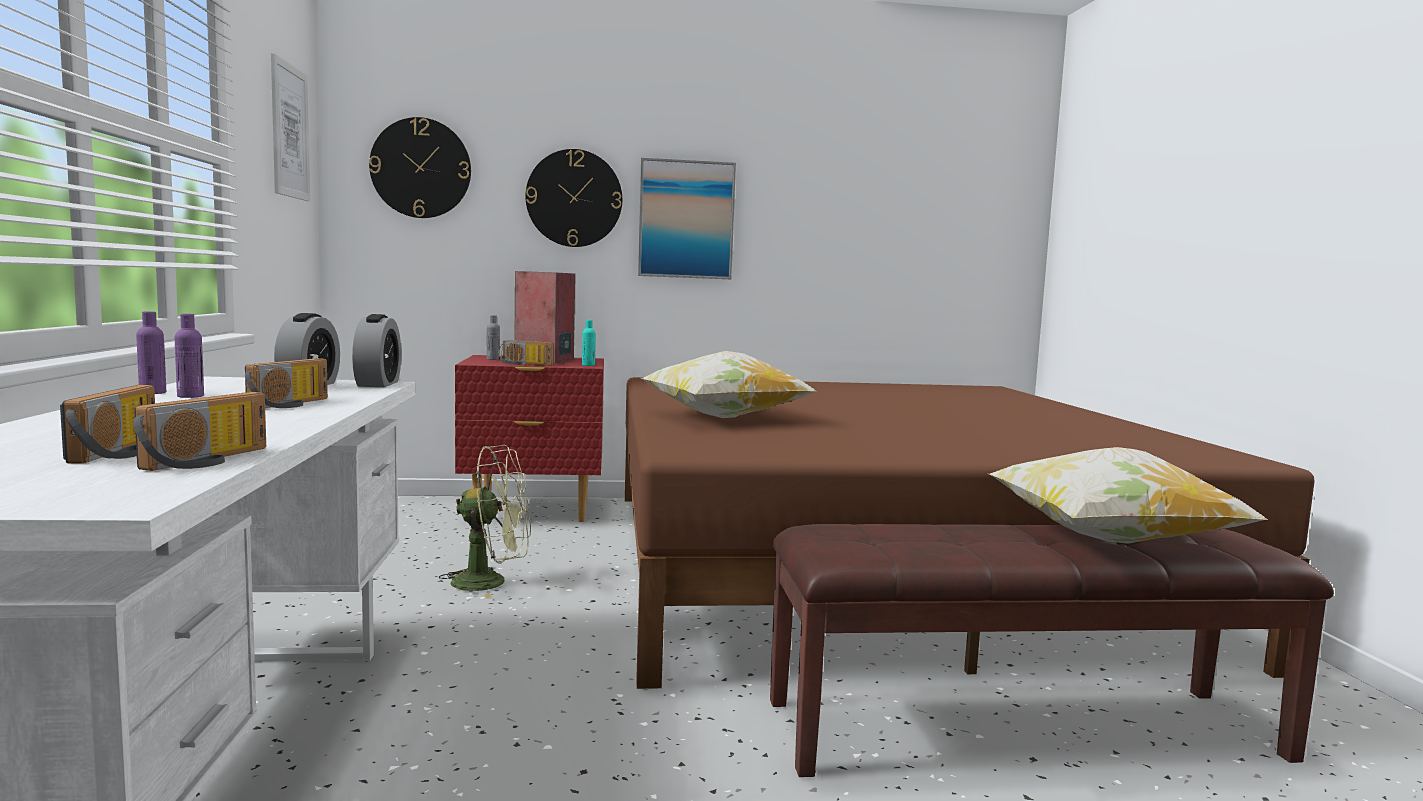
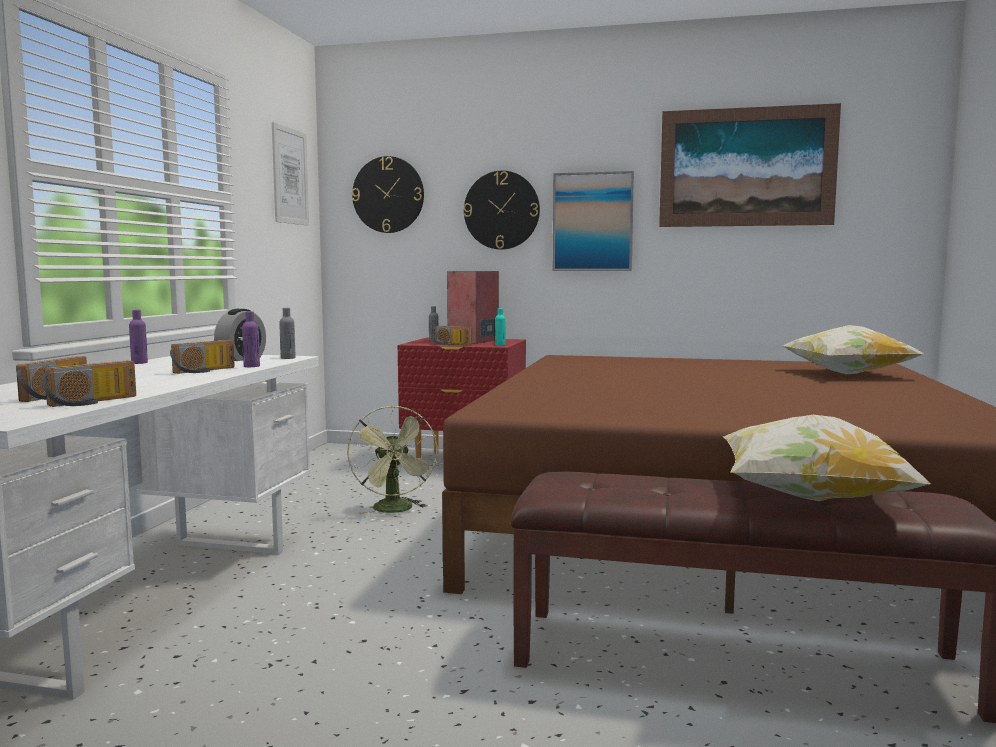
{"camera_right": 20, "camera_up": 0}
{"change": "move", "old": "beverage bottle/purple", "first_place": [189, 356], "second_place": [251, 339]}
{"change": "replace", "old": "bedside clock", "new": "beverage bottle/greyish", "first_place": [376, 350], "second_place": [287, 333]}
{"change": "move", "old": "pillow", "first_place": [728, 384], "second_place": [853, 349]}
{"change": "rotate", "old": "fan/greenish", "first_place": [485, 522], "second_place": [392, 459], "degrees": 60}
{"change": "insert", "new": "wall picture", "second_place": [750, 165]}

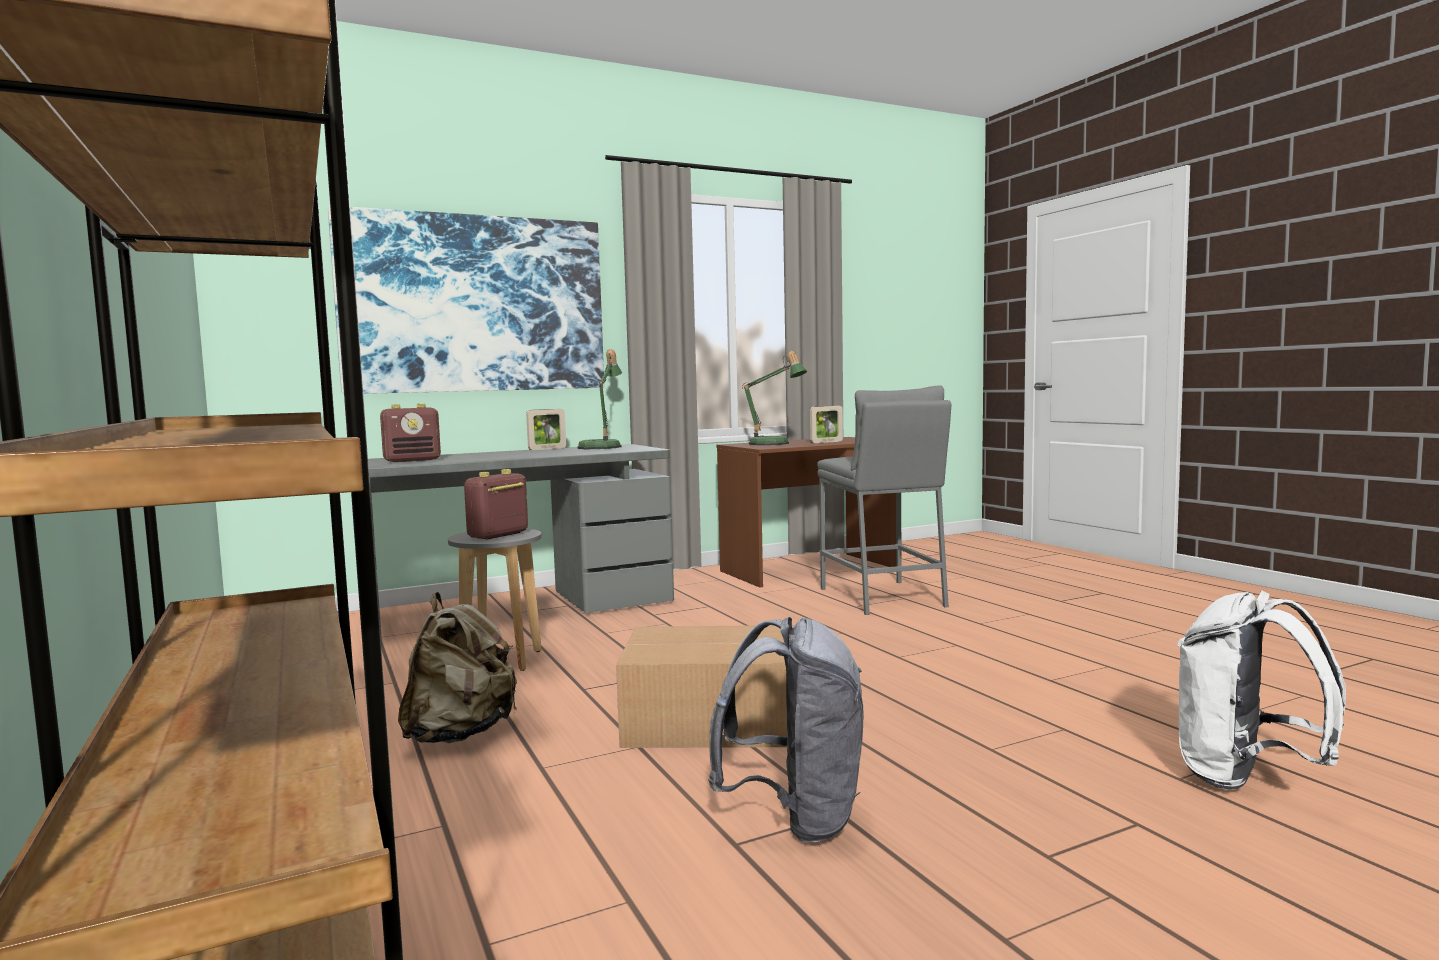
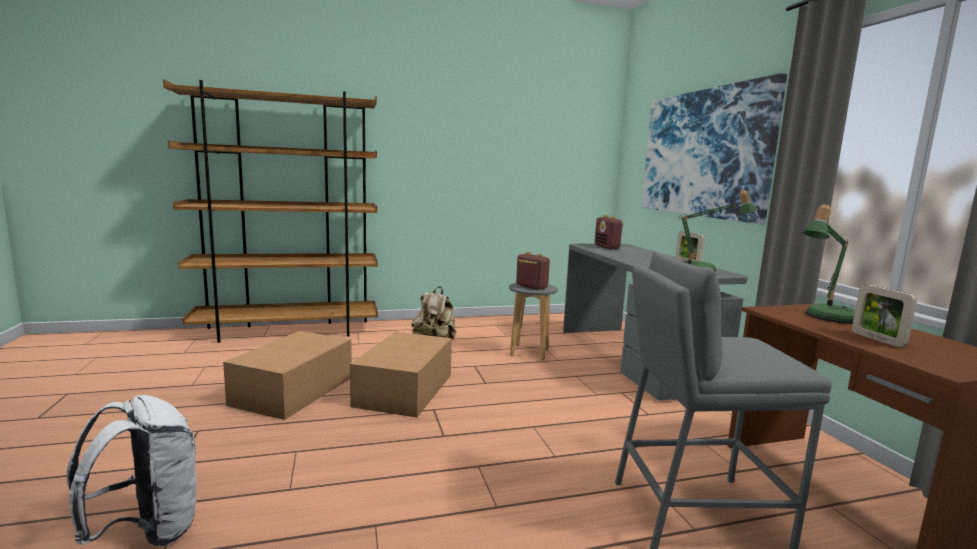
{"camera_right": 100, "camera_up": 5}
{"change": "replace", "old": "backpack/greyish", "new": "cardboard box", "first_place": [785, 729], "second_place": [287, 375]}

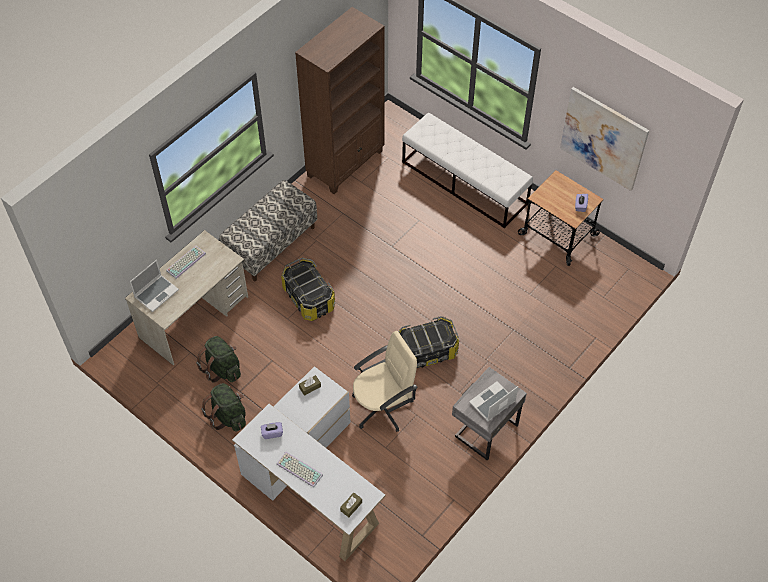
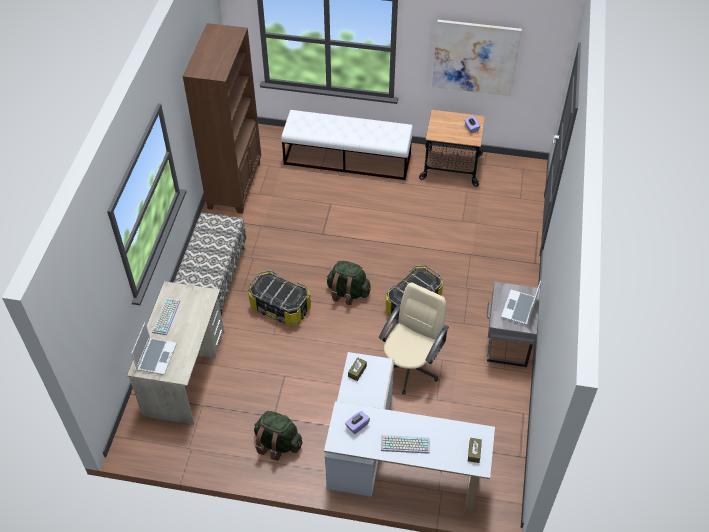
{"camera_right": -30, "camera_up": -5}
{"change": "move", "old": "backpack/greenish", "first_place": [218, 359], "second_place": [349, 283]}

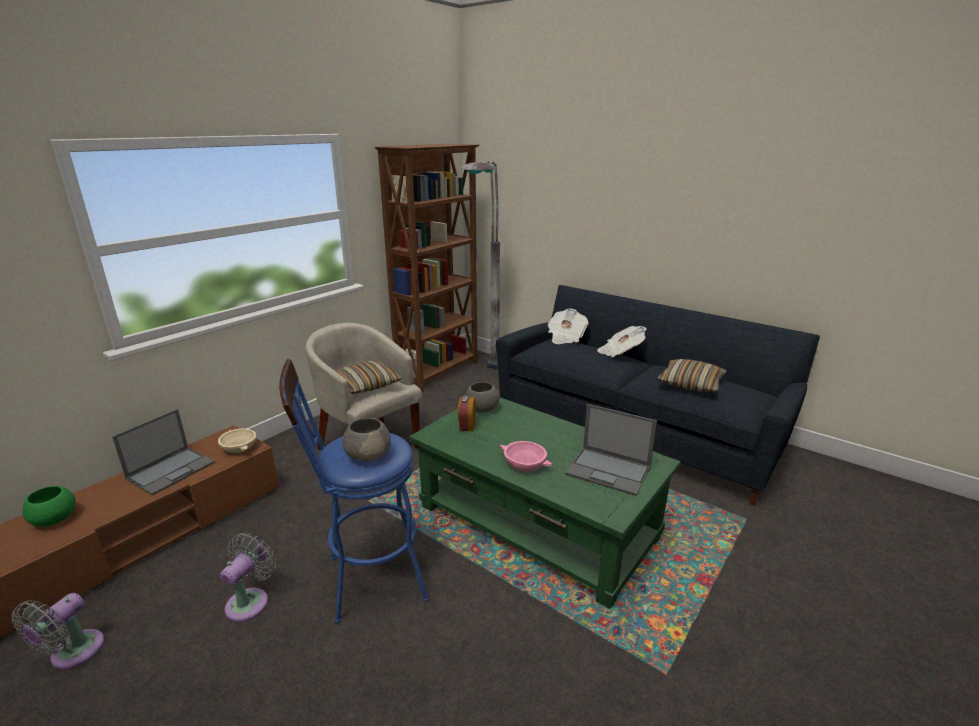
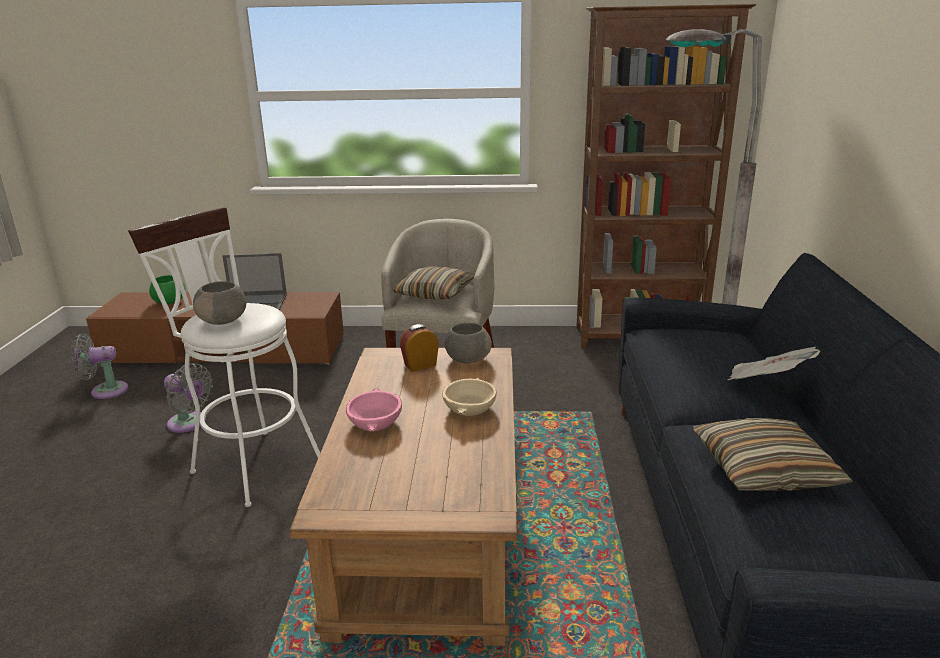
{"camera_right": 55, "camera_up": 0}
{"change": "delete", "old": "printed paper", "first_place": [568, 326]}
{"change": "recolor", "old": "sitting stool/bluish", "new": "sitting stool/white", "first_place": [354, 491], "second_place": [224, 357]}
{"change": "recolor", "old": "lounge table/greenish", "new": "lounge table/brown", "first_place": [545, 503], "second_place": [403, 497]}
{"change": "delete", "old": "notebook computer", "first_place": [611, 450]}
{"change": "move", "old": "bowl/sand-coloured", "first_place": [237, 440], "second_place": [469, 397]}
{"change": "rotate", "old": "fan/greyish", "first_place": [248, 577], "second_place": [188, 398], "degrees": 45}

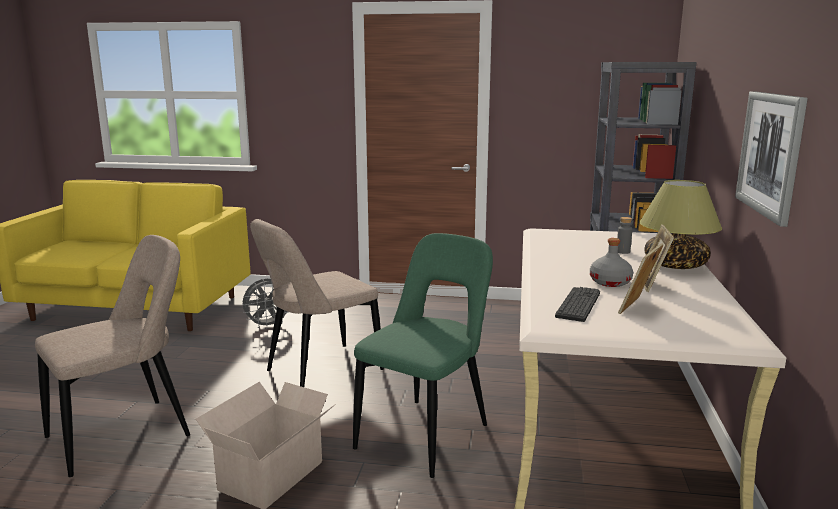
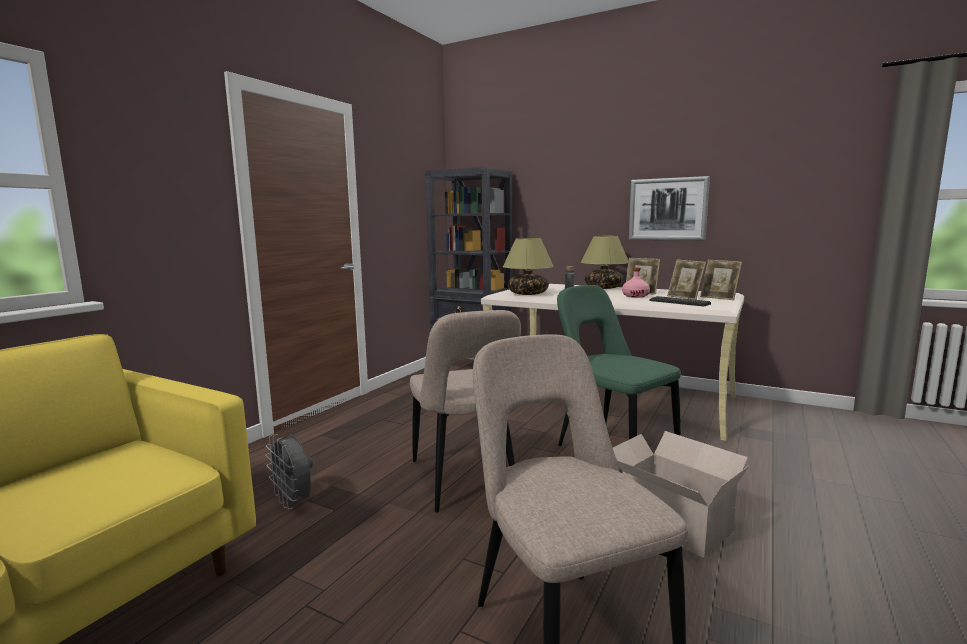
{"camera_right": -70, "camera_up": -5}
{"change": "recolor", "old": "beverage bottle/greyish", "new": "beverage bottle/pink-coloured", "first_place": [611, 262], "second_place": [636, 282]}
{"change": "rotate", "old": "fan/greyish", "first_place": [265, 303], "second_place": [289, 471], "degrees": 150}
{"change": "insert", "new": "tabletop lamp", "second_place": [528, 266]}
{"change": "insert", "new": "picture frame", "second_place": [721, 280]}

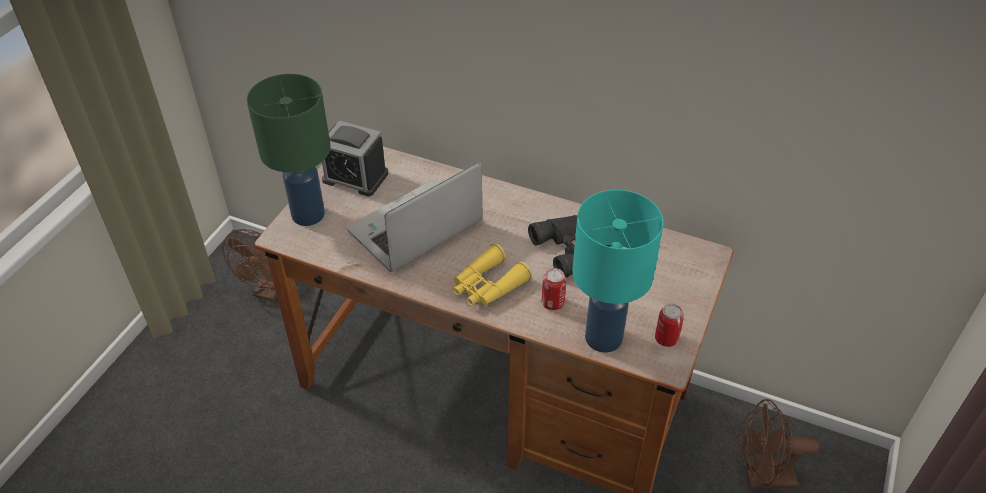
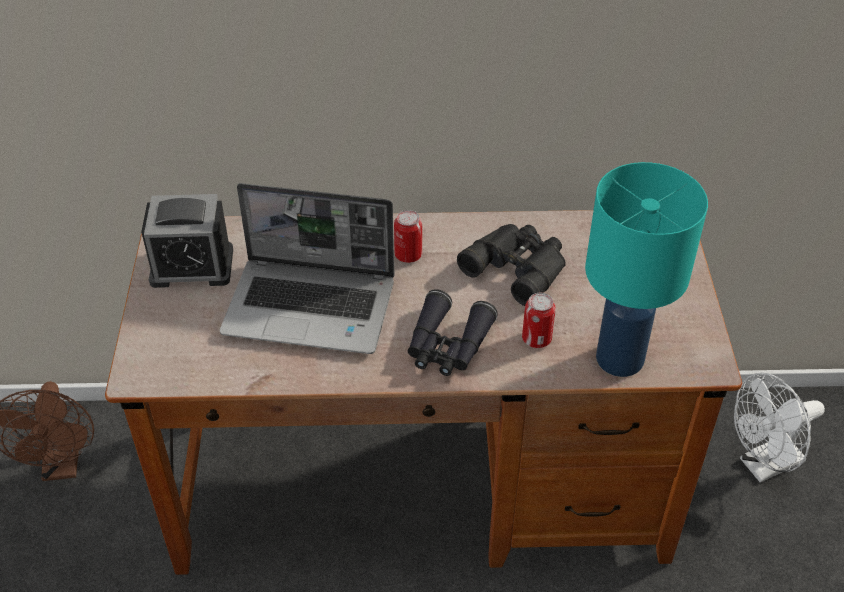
{"camera_right": -25, "camera_up": 0}
{"change": "delete", "old": "tabletop lamp/greenish", "first_place": [289, 150]}
{"change": "rotate", "old": "notebook computer", "first_place": [415, 217], "second_place": [307, 268], "degrees": -105}
{"change": "recolor", "old": "pair of binoculars/yellowish", "new": "pair of binoculars/blackish", "first_place": [492, 274], "second_place": [453, 332]}
{"change": "move", "old": "can", "first_place": [669, 325], "second_place": [408, 236]}
{"change": "recolor", "old": "fan/brown", "new": "fan/white", "first_place": [779, 444], "second_place": [779, 427]}

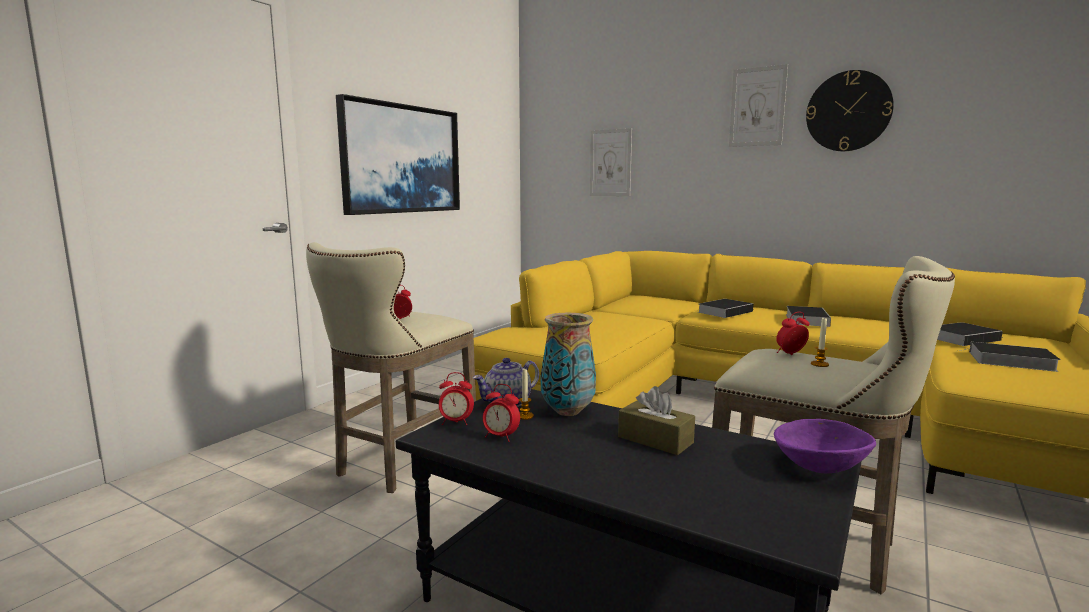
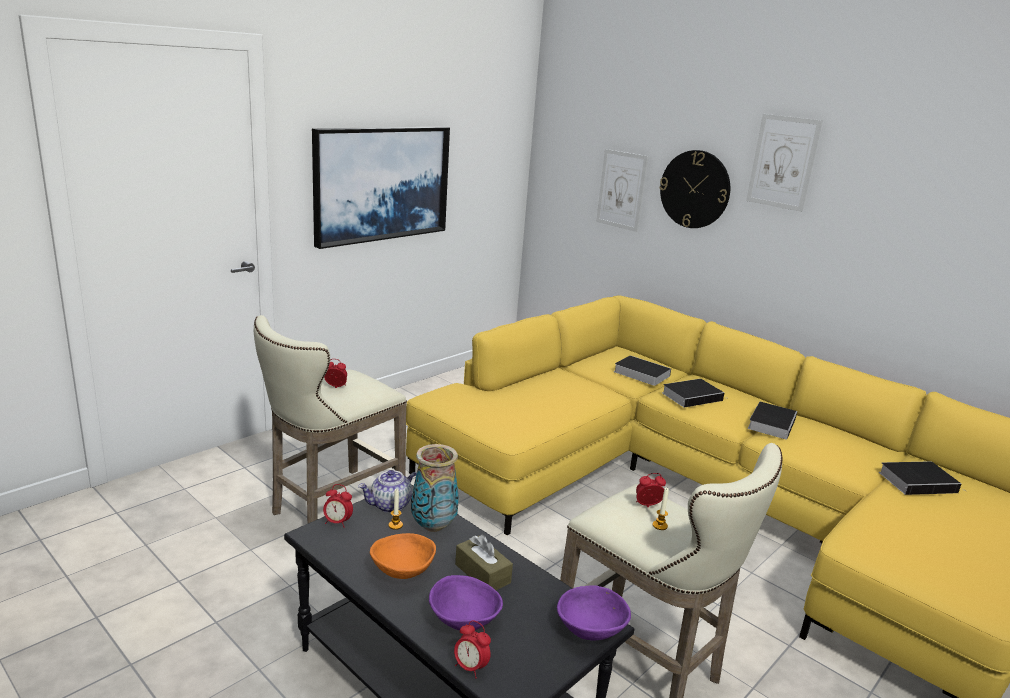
{"camera_right": 10, "camera_up": 10}
{"change": "move", "old": "wall clock", "first_place": [850, 110], "second_place": [694, 189]}
{"change": "move", "old": "volume", "first_place": [1011, 357], "second_place": [642, 370]}
{"change": "move", "old": "bedside clock", "first_place": [501, 413], "second_place": [472, 649]}
{"change": "insert", "new": "bowl/orange", "second_place": [403, 556]}
{"change": "insert", "new": "bowl/purple", "second_place": [466, 603]}

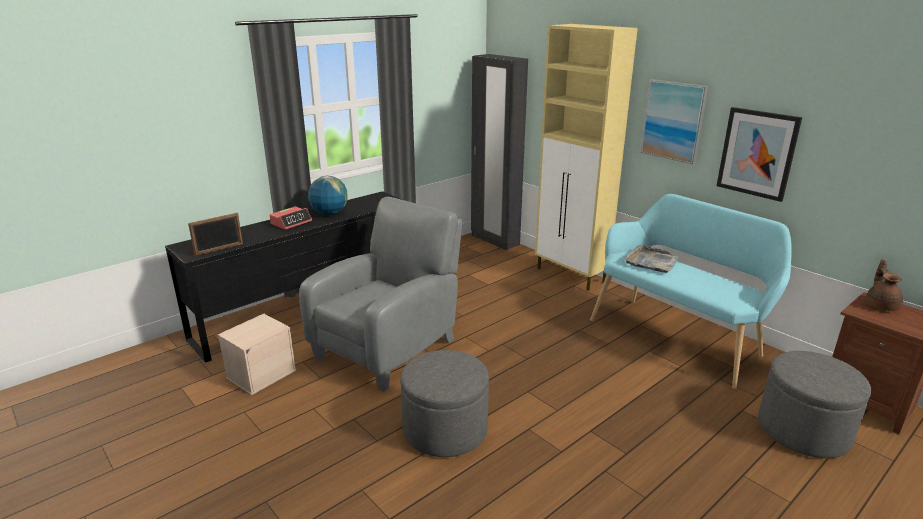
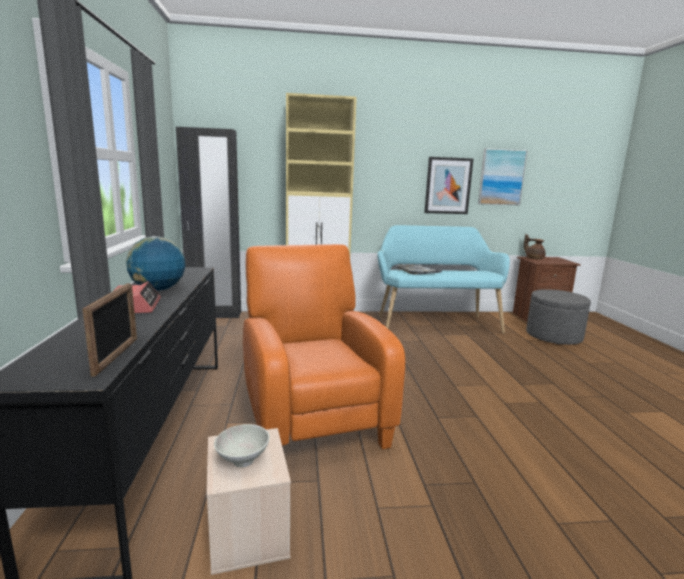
{"camera_right": -55, "camera_up": -10}
{"change": "move", "old": "wall picture", "first_place": [674, 121], "second_place": [502, 176]}
{"change": "recolor", "old": "lounge chair/greyish", "new": "lounge chair/orange", "first_place": [381, 294], "second_place": [324, 346]}
{"change": "delete", "old": "pouffe/greyish", "first_place": [444, 403]}
{"change": "insert", "new": "bowl/white", "second_place": [242, 445]}

